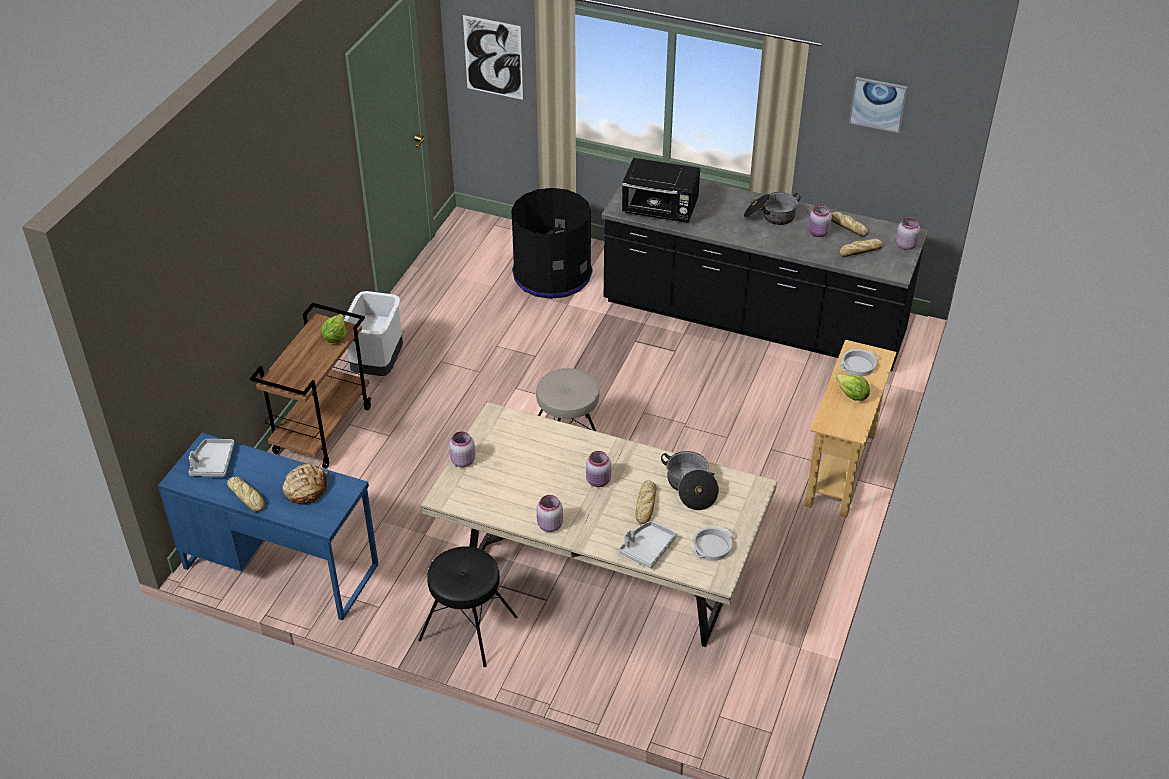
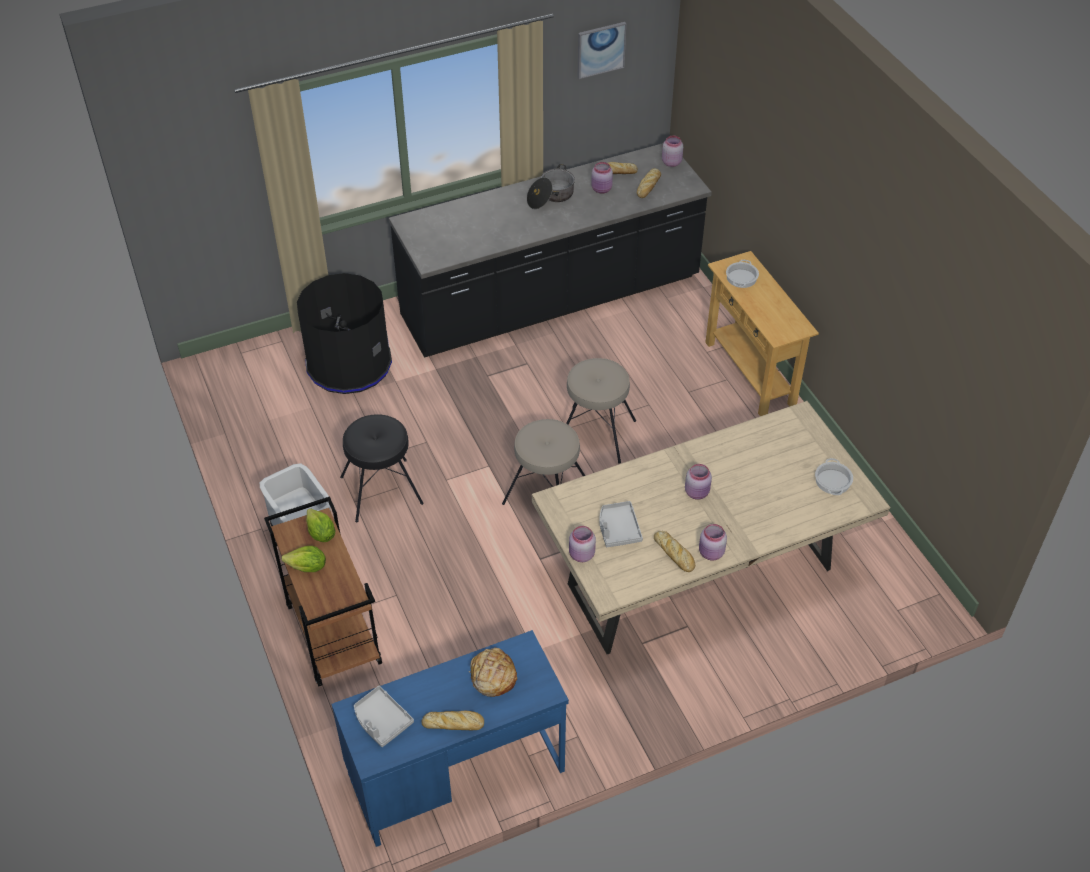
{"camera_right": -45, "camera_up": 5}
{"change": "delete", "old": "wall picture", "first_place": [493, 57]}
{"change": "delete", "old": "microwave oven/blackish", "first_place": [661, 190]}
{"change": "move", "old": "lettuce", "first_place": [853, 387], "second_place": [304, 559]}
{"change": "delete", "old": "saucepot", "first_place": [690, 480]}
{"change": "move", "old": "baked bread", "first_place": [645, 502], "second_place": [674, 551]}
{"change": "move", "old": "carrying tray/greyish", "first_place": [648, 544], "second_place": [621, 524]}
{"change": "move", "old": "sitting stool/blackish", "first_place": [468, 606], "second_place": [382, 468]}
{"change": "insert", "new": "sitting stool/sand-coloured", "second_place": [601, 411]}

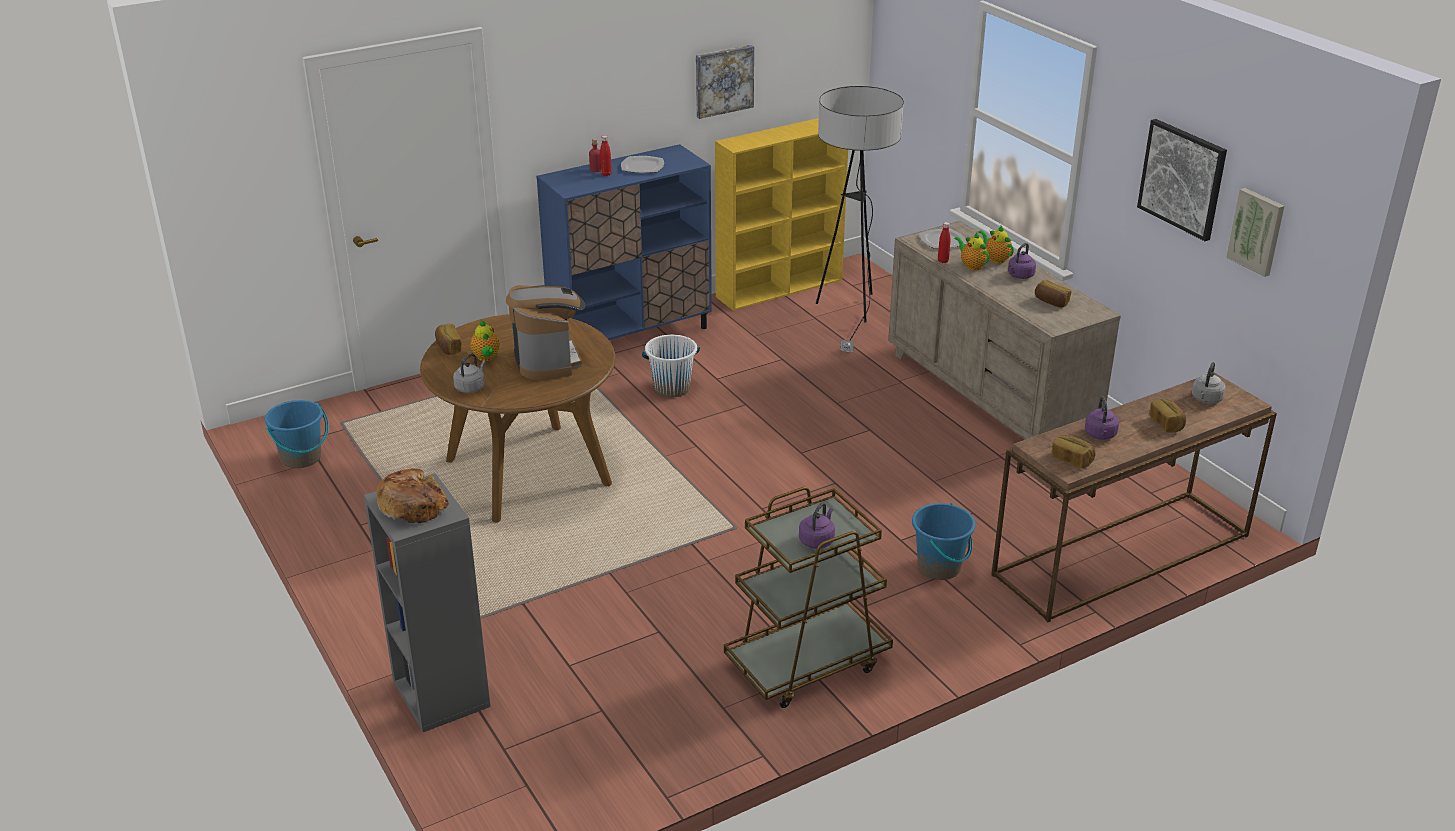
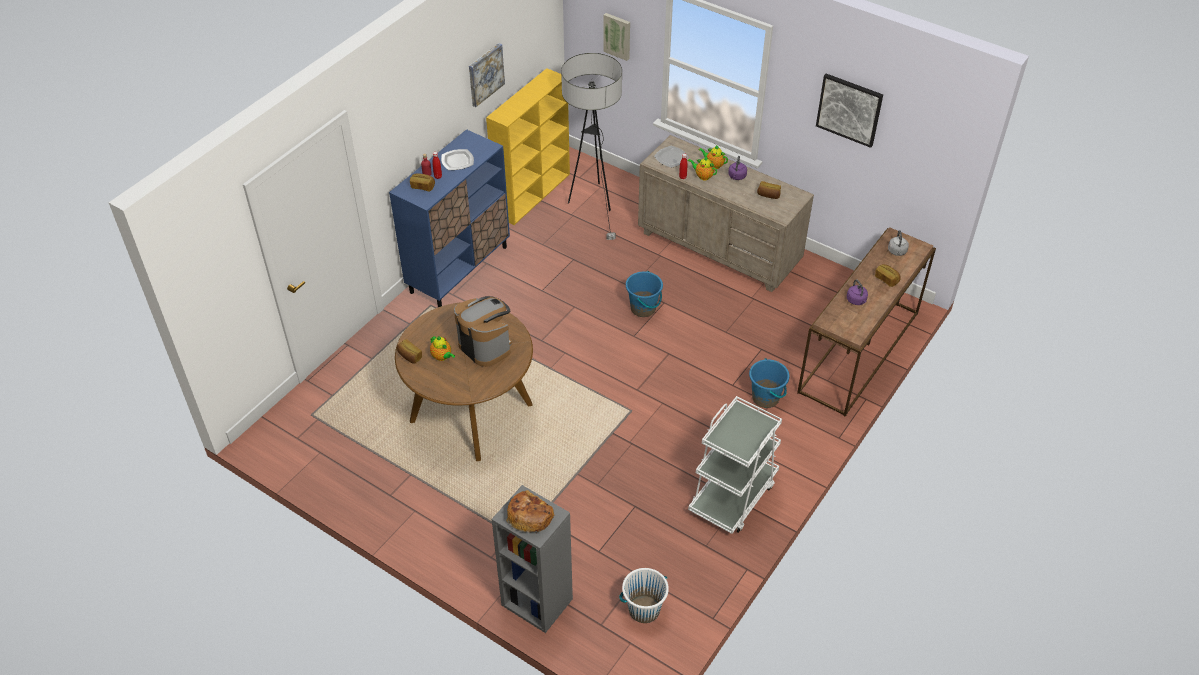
{"camera_right": -25, "camera_up": 15}
{"change": "move", "old": "wall picture", "first_place": [1255, 232], "second_place": [616, 37]}
{"change": "move", "old": "bucket/white", "first_place": [671, 366], "second_place": [644, 595]}
{"change": "delete", "old": "kettle/greyish", "first_place": [469, 373]}
{"change": "move", "old": "bucket/bluish", "first_place": [297, 434], "second_place": [644, 294]}
{"change": "move", "old": "baked bread", "first_place": [1073, 452], "second_place": [422, 182]}
{"change": "recolor", "old": "wheeled cart/brown", "new": "wheeled cart/white", "first_place": [808, 597], "second_place": [735, 465]}
{"change": "delete", "old": "kettle/purple", "first_place": [817, 525]}

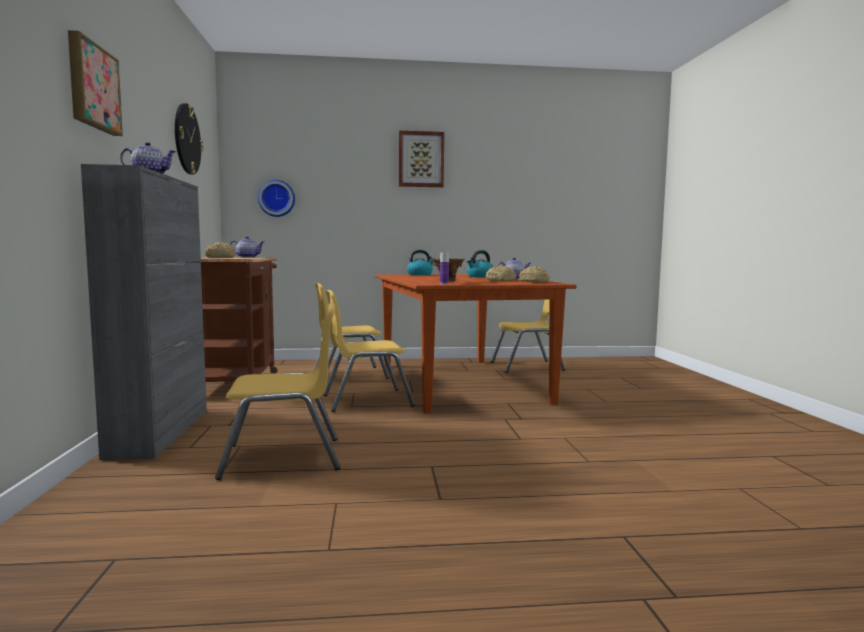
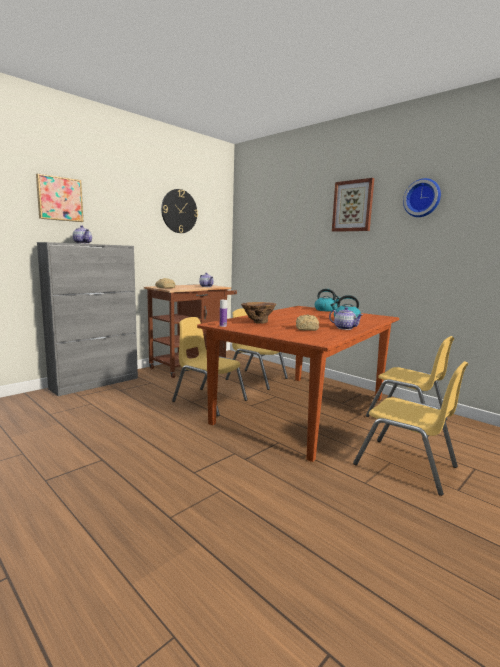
{"camera_right": 50, "camera_up": 5}
{"change": "move", "old": "wall clock", "first_place": [276, 198], "second_place": [422, 197]}
{"change": "delete", "old": "baked bread", "first_place": [534, 274]}
{"change": "move", "old": "upright chair/yellowish", "first_place": [278, 391], "second_place": [410, 428]}

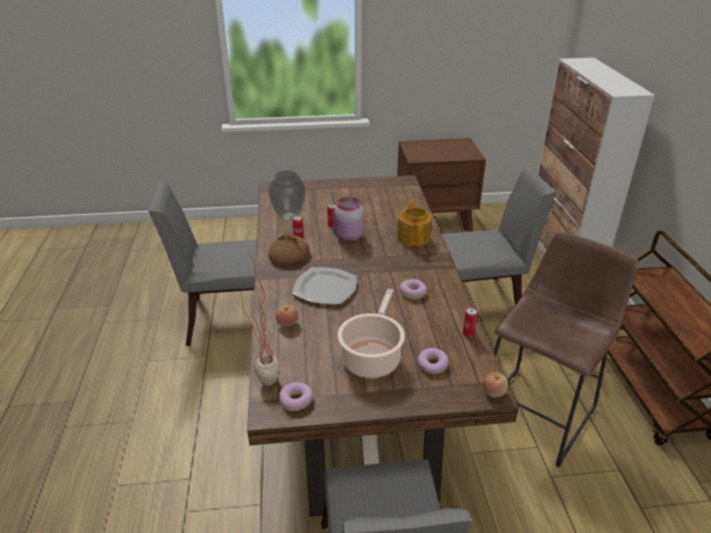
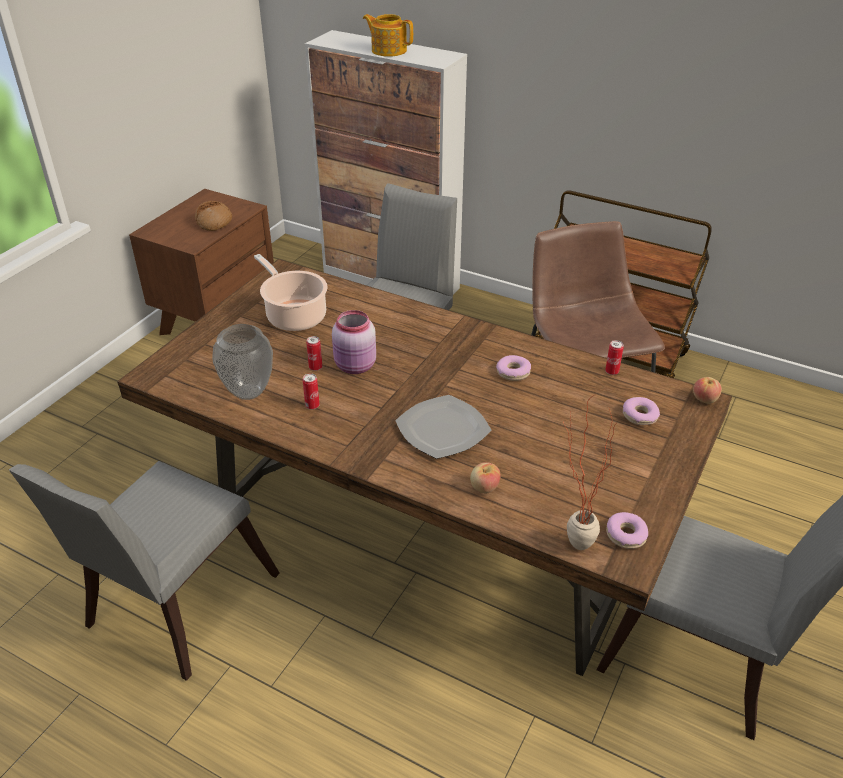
{"camera_right": -55, "camera_up": 5}
{"change": "move", "old": "tea pot", "first_place": [414, 223], "second_place": [388, 35]}
{"change": "move", "old": "baked bread", "first_place": [288, 249], "second_place": [213, 216]}
{"change": "move", "old": "saucepot", "first_place": [371, 333], "second_place": [291, 292]}

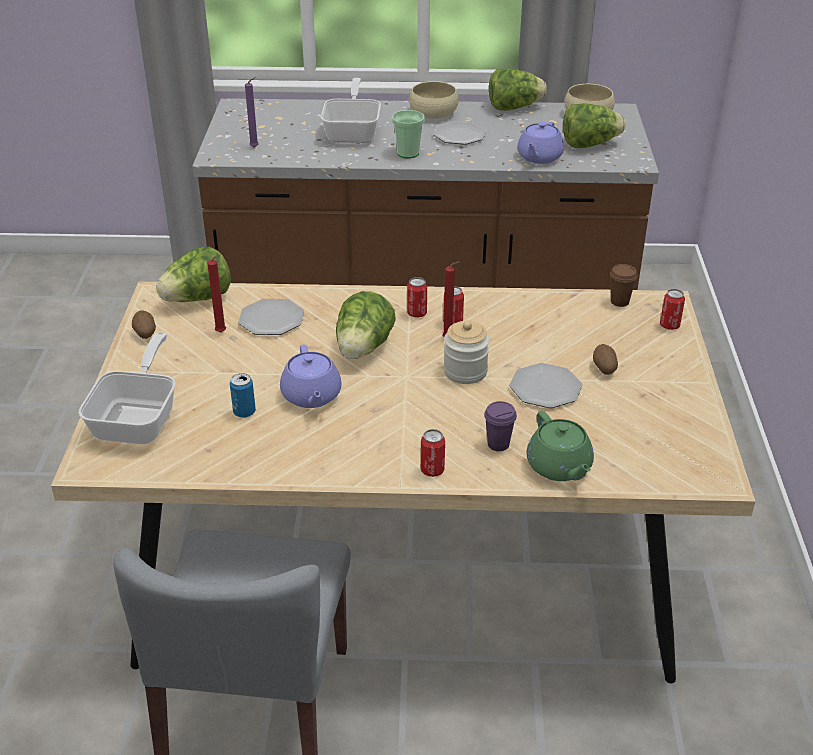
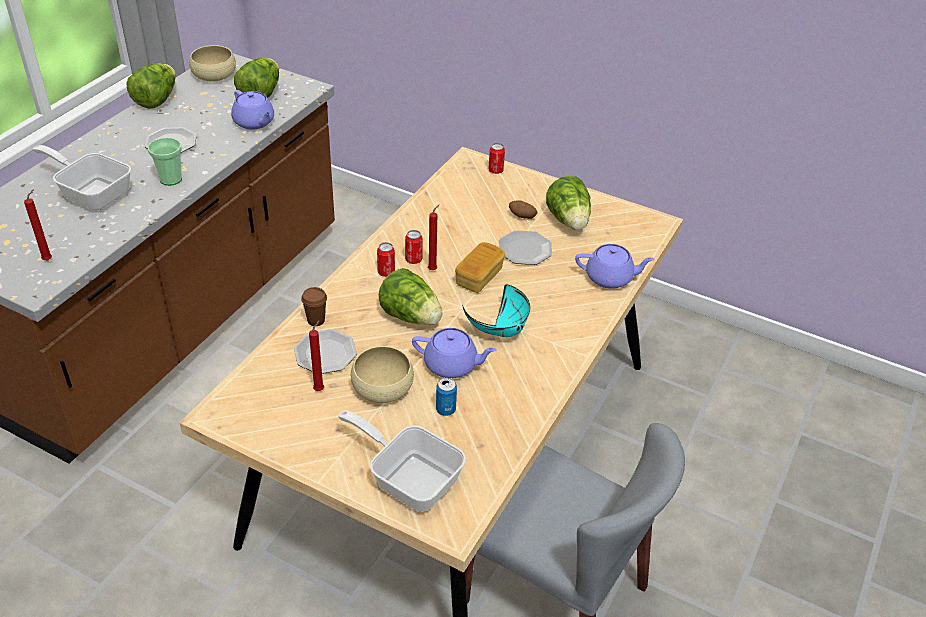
{"camera_right": -65, "camera_up": 5}
{"change": "recolor", "old": "candle/purple", "new": "candle/red", "first_place": [252, 112], "second_place": [38, 224]}
{"change": "move", "old": "bowl/sand-coloured", "first_place": [434, 100], "second_place": [382, 374]}
{"change": "move", "old": "lettuce", "first_place": [193, 274], "second_place": [568, 203]}
{"change": "move", "old": "drinking cup/brown", "first_place": [623, 285], "second_place": [314, 306]}
{"change": "delete", "old": "whole potato", "first_place": [144, 325]}
{"change": "replace", "old": "jar", "new": "baked bread", "first_place": [466, 352], "second_place": [480, 267]}
{"change": "delete", "old": "drinking cup/purple", "first_place": [500, 426]}
{"change": "recolor", "old": "tea pot/greenish", "new": "tea pot/purple", "first_place": [560, 446], "second_place": [615, 266]}
{"change": "delete", "old": "can", "first_place": [433, 453]}
{"change": "insert", "new": "bowl/blue-green", "second_place": [496, 310]}

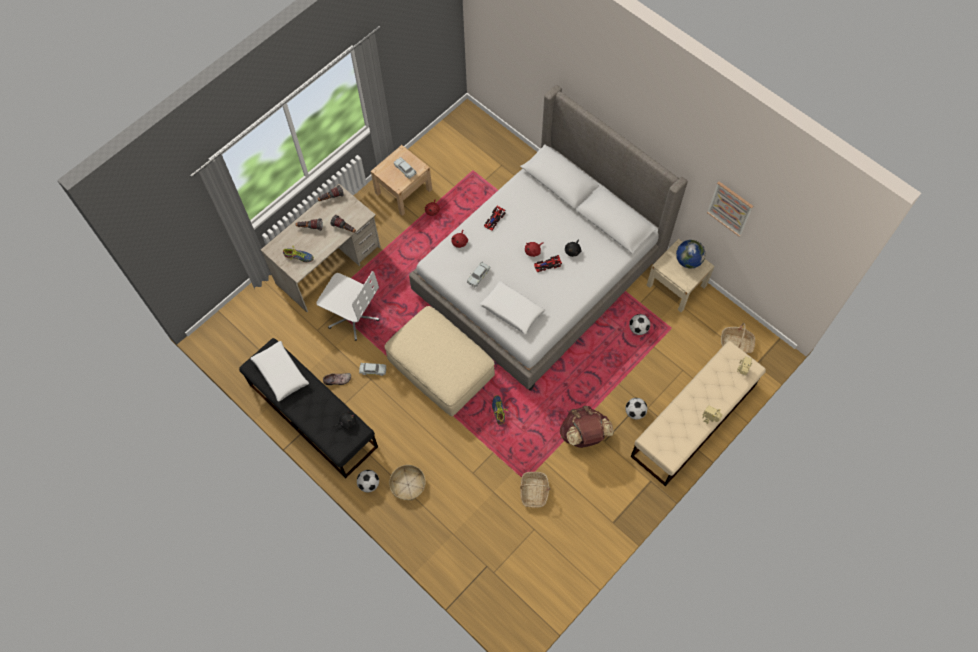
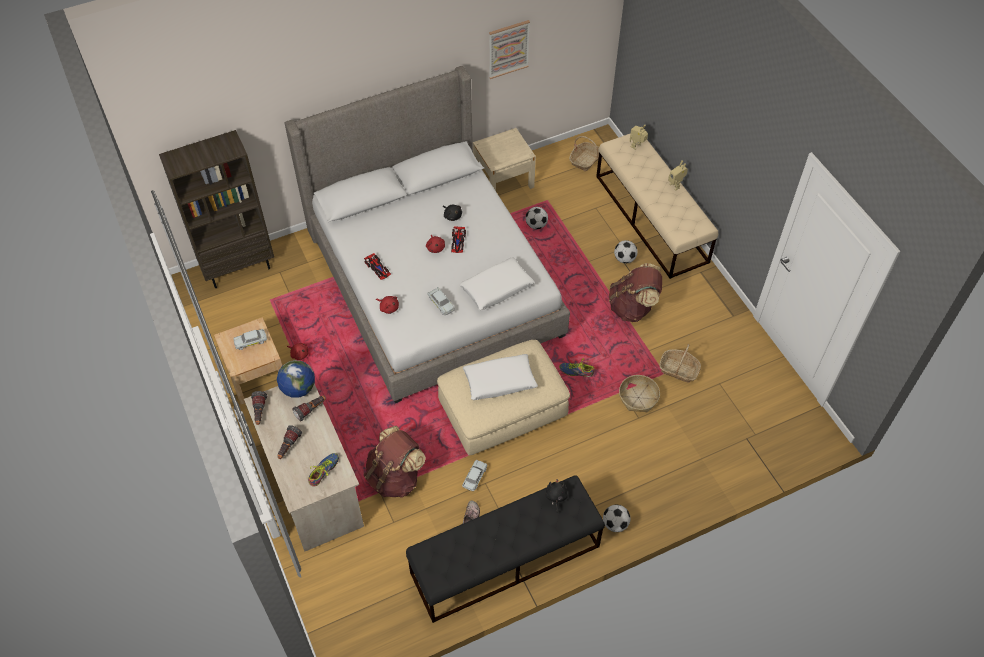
{"camera_right": -70, "camera_up": -10}
{"change": "move", "old": "globe", "first_place": [691, 254], "second_place": [296, 379]}
{"change": "replace", "old": "desk chair/white", "new": "backpack/brown", "first_place": [348, 306], "second_place": [395, 462]}
{"change": "move", "old": "pillow/white", "first_place": [280, 371], "second_place": [500, 377]}
{"change": "move", "old": "basket", "first_place": [407, 483], "second_place": [639, 393]}
{"change": "insert", "new": "bookshelf/brown", "second_place": [216, 209]}

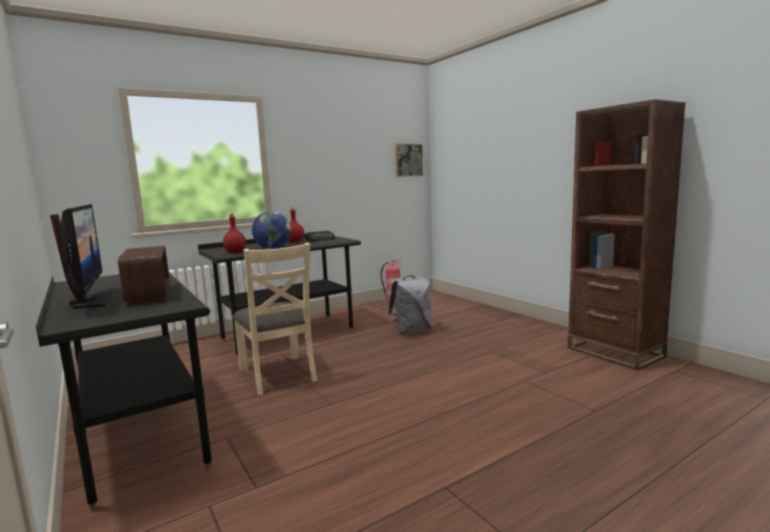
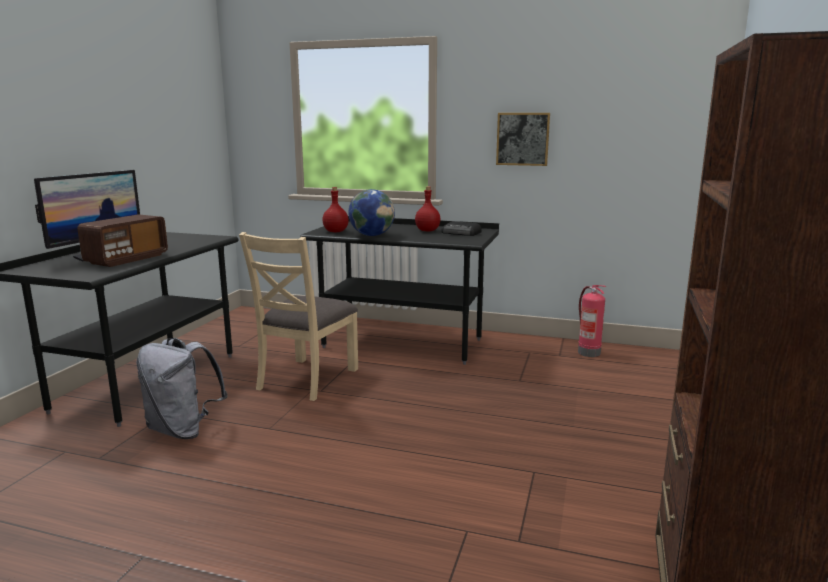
{"camera_right": 50, "camera_up": 5}
{"change": "move", "old": "wall picture", "first_place": [409, 160], "second_place": [523, 139]}
{"change": "move", "old": "backpack/greyish", "first_place": [409, 304], "second_place": [182, 388]}

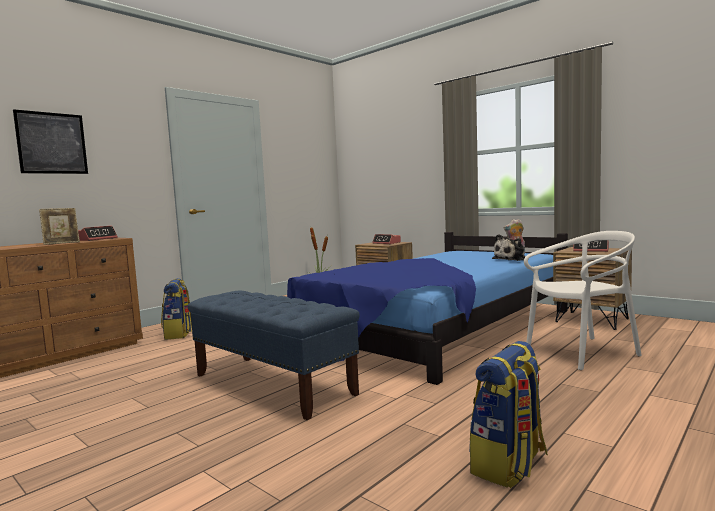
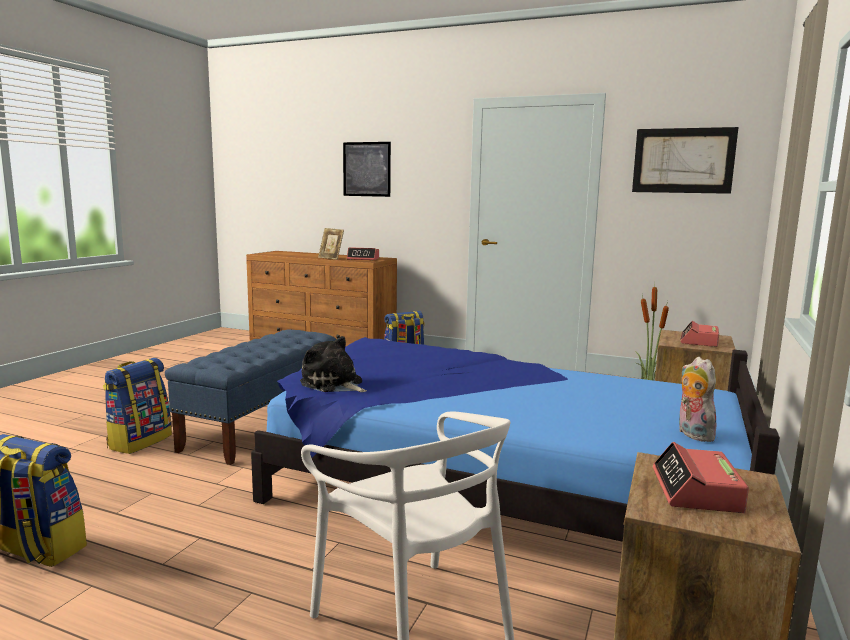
{"camera_right": 70, "camera_up": 5}
{"change": "move", "old": "plush toy", "first_place": [509, 247], "second_place": [333, 364]}
{"change": "insert", "new": "wall picture", "second_place": [685, 160]}
{"change": "insert", "new": "backpack", "second_place": [137, 406]}

